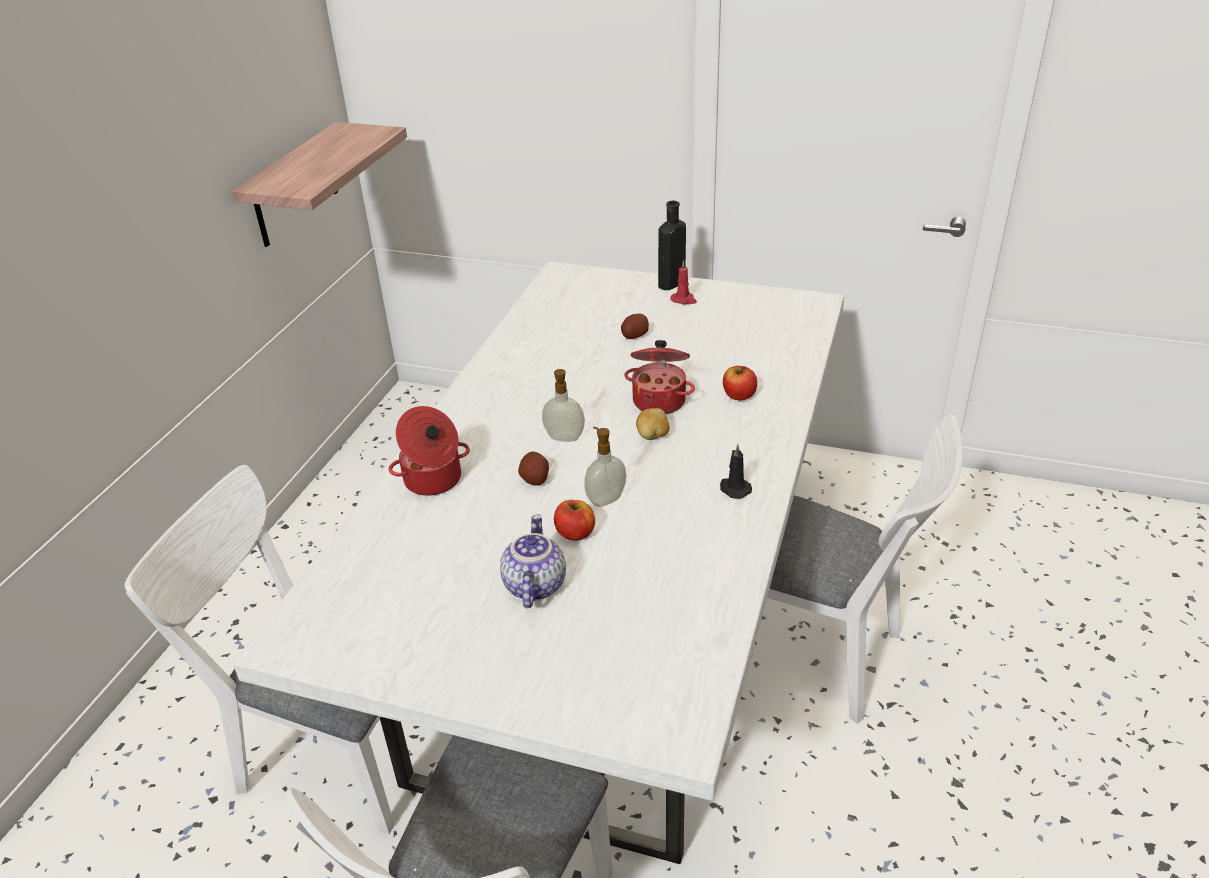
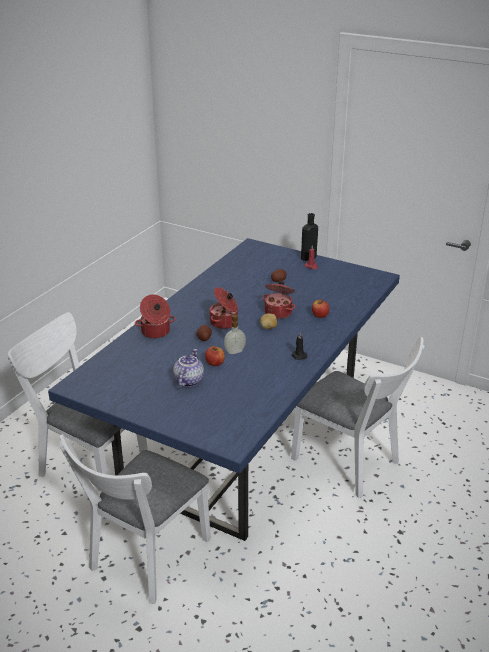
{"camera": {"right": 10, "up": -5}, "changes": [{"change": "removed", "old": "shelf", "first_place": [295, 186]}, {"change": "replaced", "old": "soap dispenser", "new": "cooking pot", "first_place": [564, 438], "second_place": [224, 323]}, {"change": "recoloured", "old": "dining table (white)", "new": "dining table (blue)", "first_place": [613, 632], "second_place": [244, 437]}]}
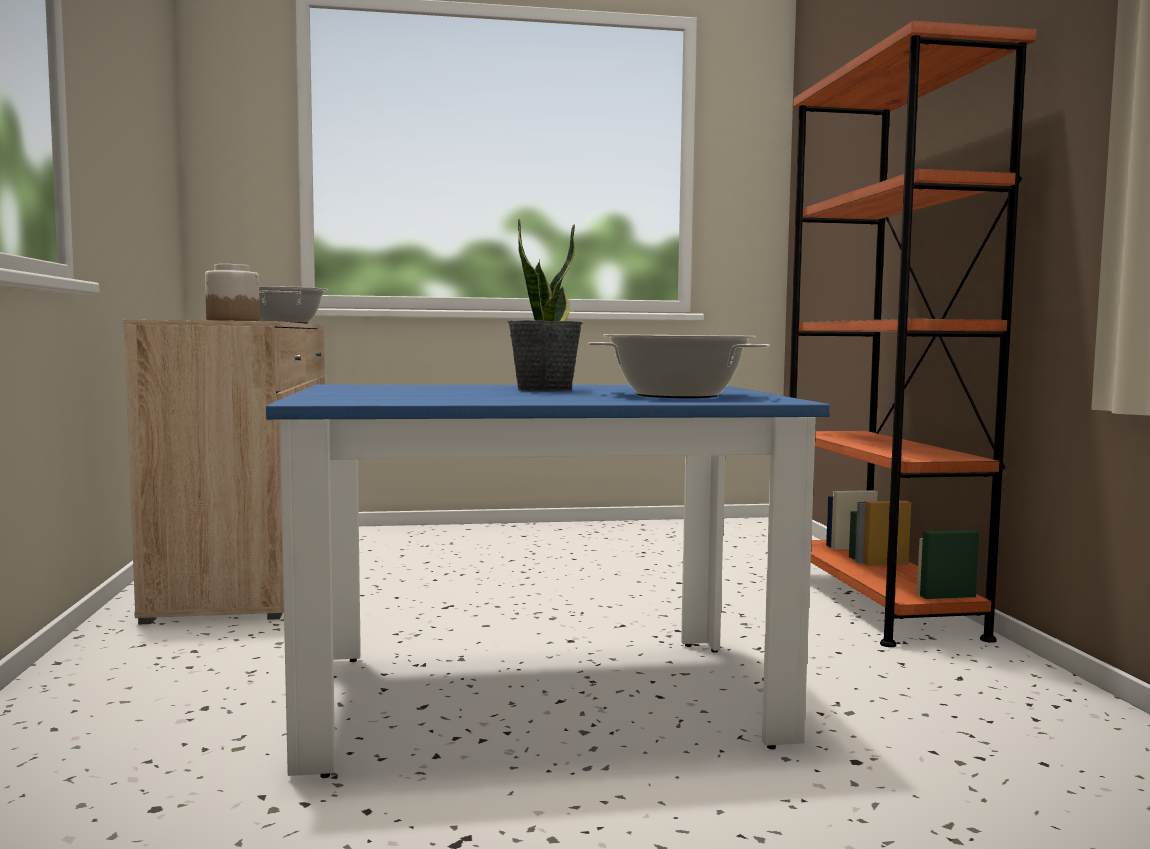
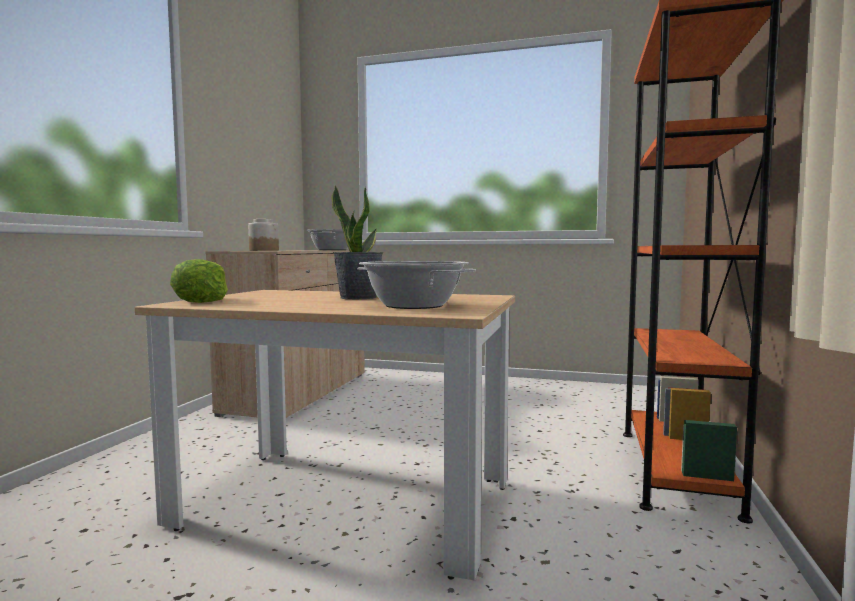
{"camera": {"right": 25, "up": 0}, "changes": [{"change": "added", "new": "lettuce", "second_place": [202, 301]}, {"change": "recoloured", "old": "dining table (blue)", "new": "dining table (beige)", "first_place": [538, 699], "second_place": [347, 503]}]}
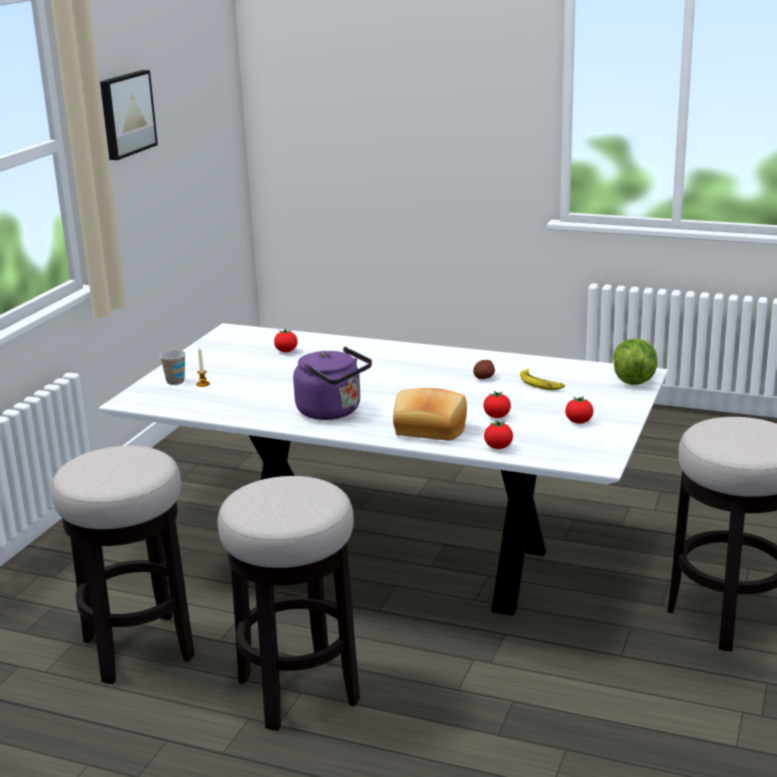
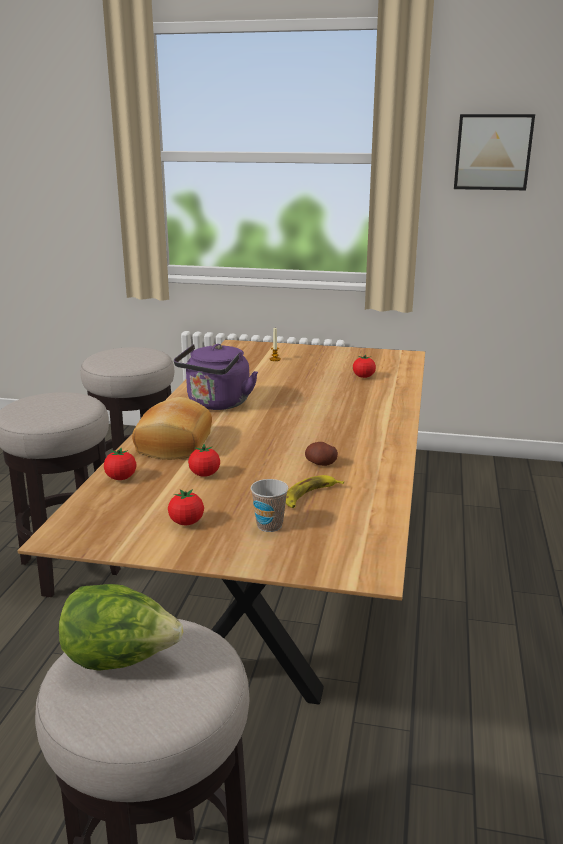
{"camera": {"right": 80, "up": 0}, "changes": [{"change": "moved", "old": "cup", "first_place": [175, 381], "second_place": [269, 525]}, {"change": "moved", "old": "lettuce", "first_place": [634, 379], "second_place": [120, 659]}, {"change": "recoloured", "old": "dining table (white)", "new": "dining table (brown)", "first_place": [394, 559], "second_place": [281, 594]}]}
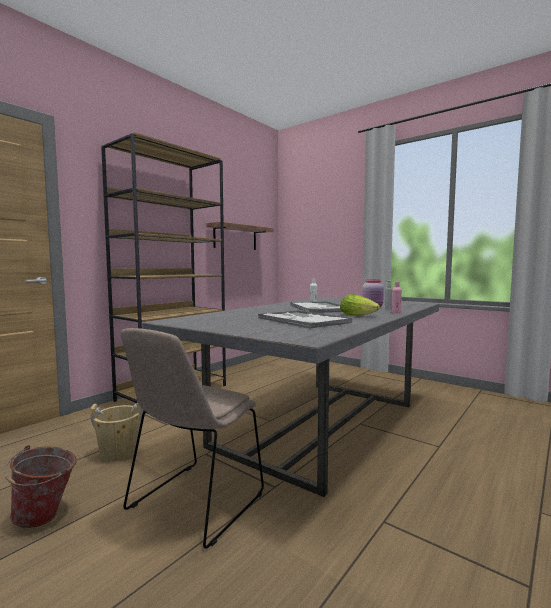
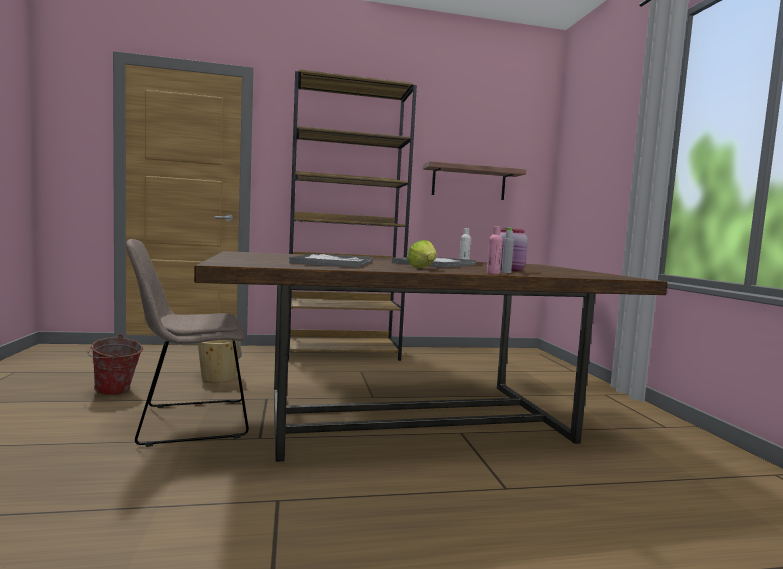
{"camera": {"right": 40, "up": 0}, "changes": [{"change": "recoloured", "old": "dining table (grey)", "new": "dining table (brown)", "first_place": [318, 425], "second_place": [410, 416]}]}
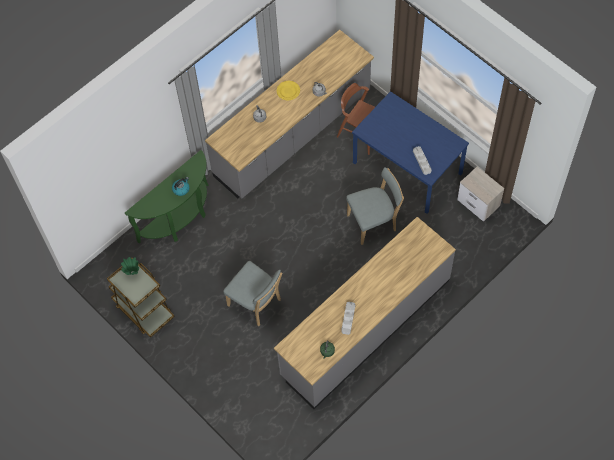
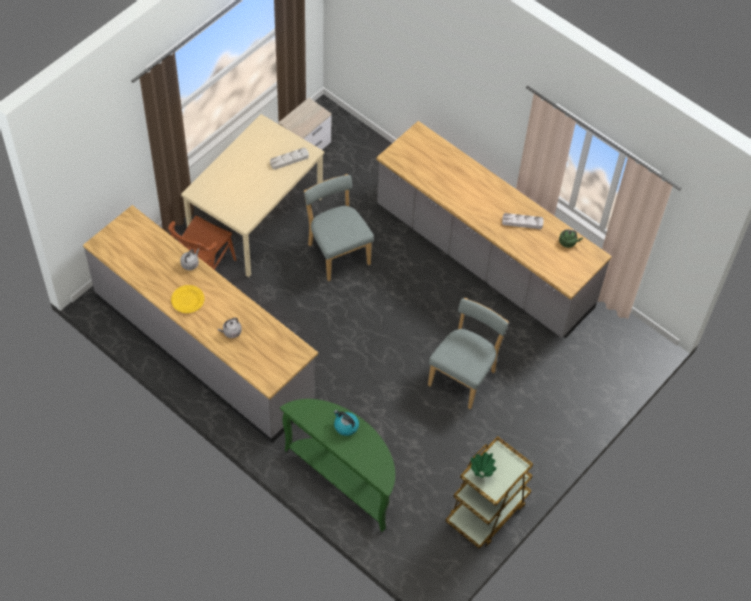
{"camera": {"right": -100, "up": -5}, "changes": [{"change": "recoloured", "old": "dining table (blue)", "new": "dining table (beige)", "first_place": [406, 168], "second_place": [256, 219]}]}
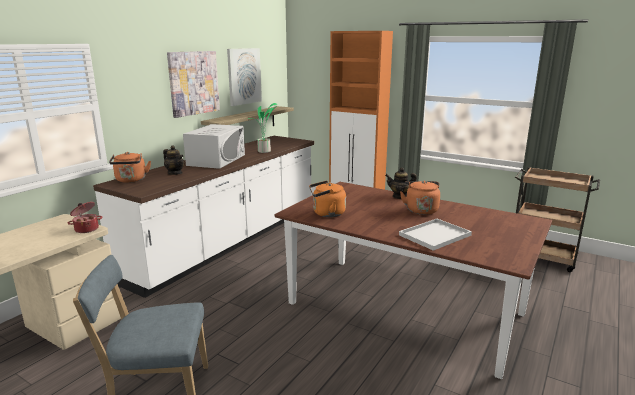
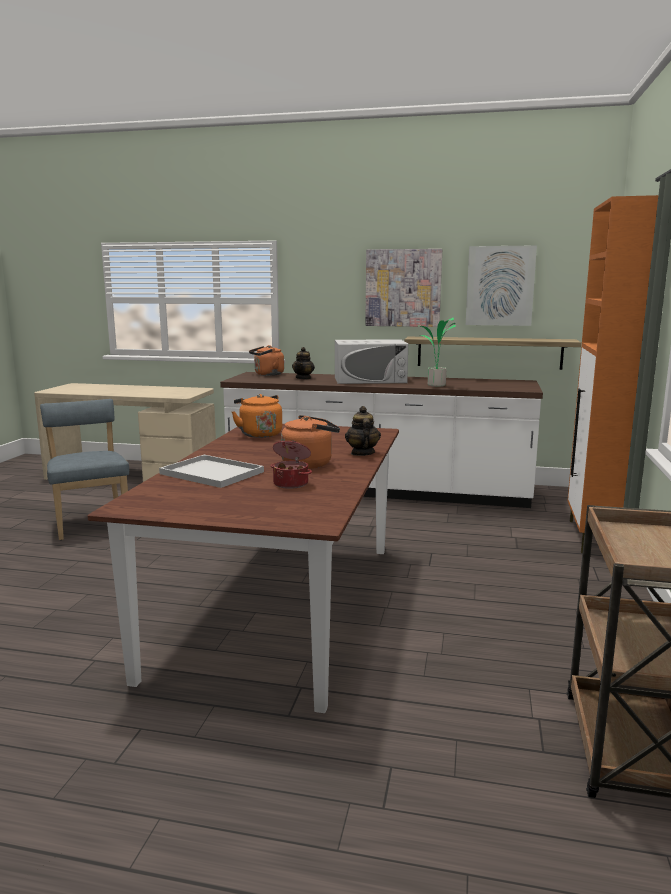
{"camera": {"right": 70, "up": -5}, "changes": [{"change": "moved", "old": "cooking pot", "first_place": [86, 229], "second_place": [291, 483]}]}
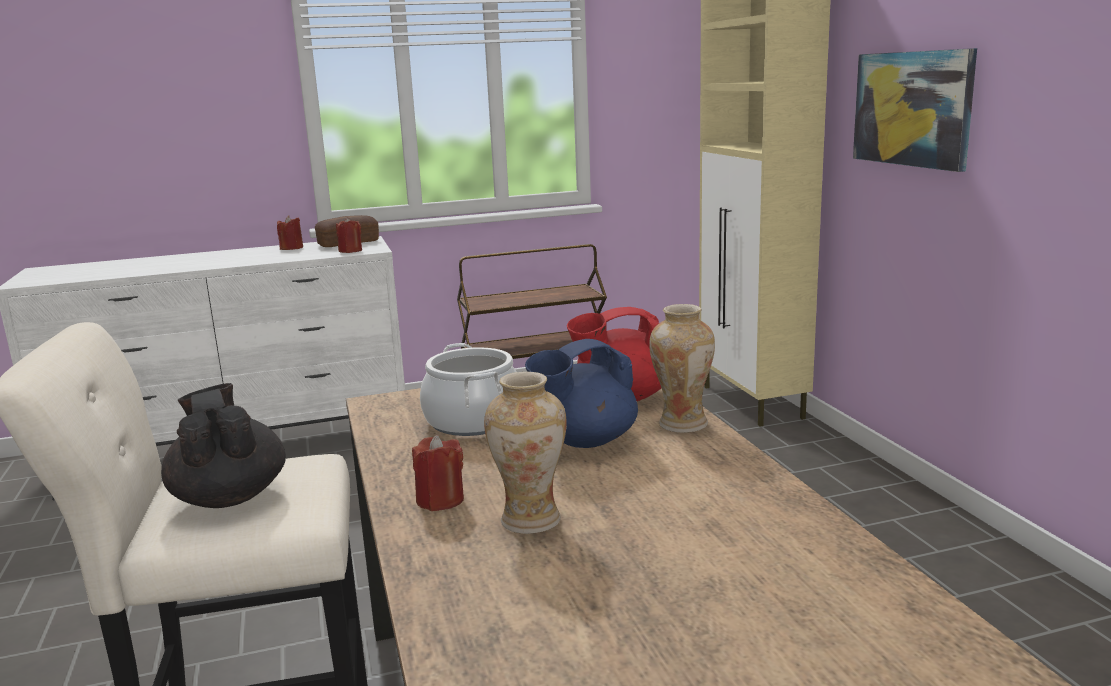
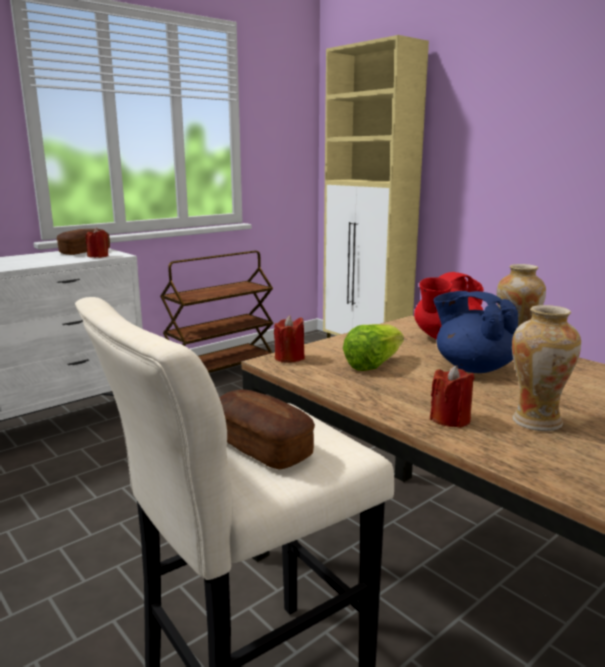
{"camera": {"right": -25, "up": 0}, "changes": [{"change": "removed", "old": "picture", "first_place": [912, 108]}, {"change": "moved", "old": "candle (red)", "first_place": [292, 248], "second_place": [289, 358]}, {"change": "replaced", "old": "teapot (black)", "new": "bread", "first_place": [229, 496], "second_place": [261, 447]}, {"change": "replaced", "old": "cooking pot", "new": "lettuce", "first_place": [473, 421], "second_place": [373, 364]}, {"change": "turned", "old": "teapot (blue)", "first_place": [583, 440], "second_place": [472, 367], "degrees": 105}]}
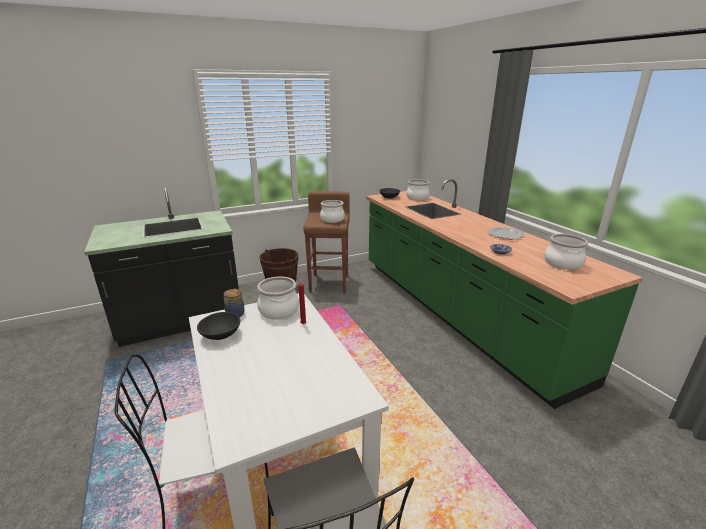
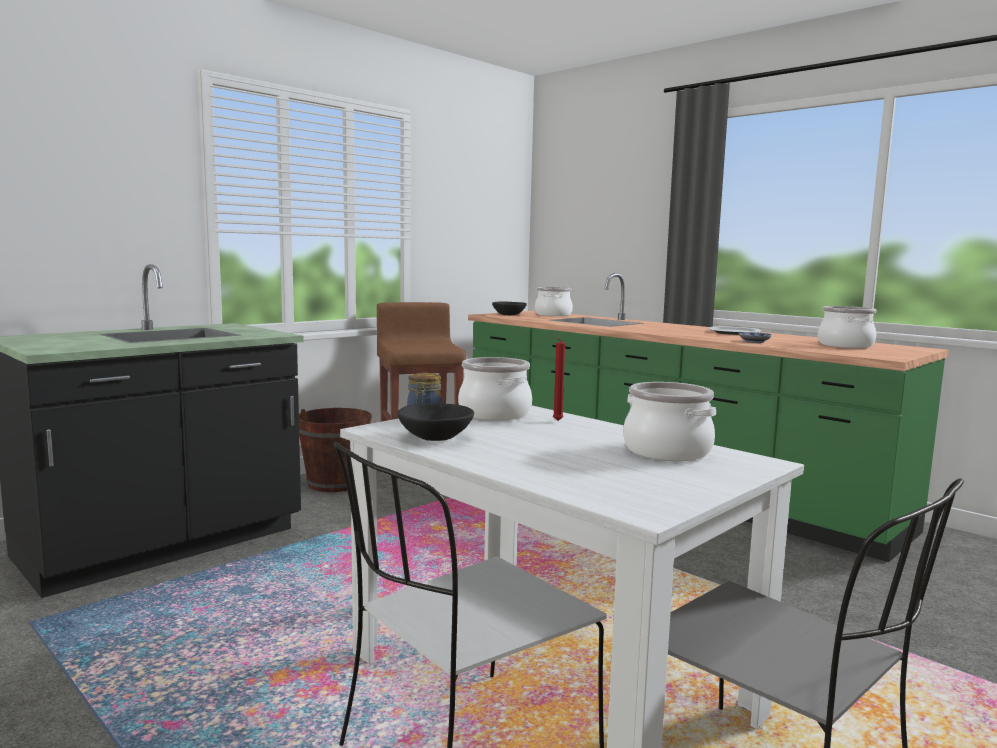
{"camera": {"right": -20, "up": -15}, "changes": [{"change": "moved", "old": "cooking pot", "first_place": [332, 219], "second_place": [667, 451]}]}
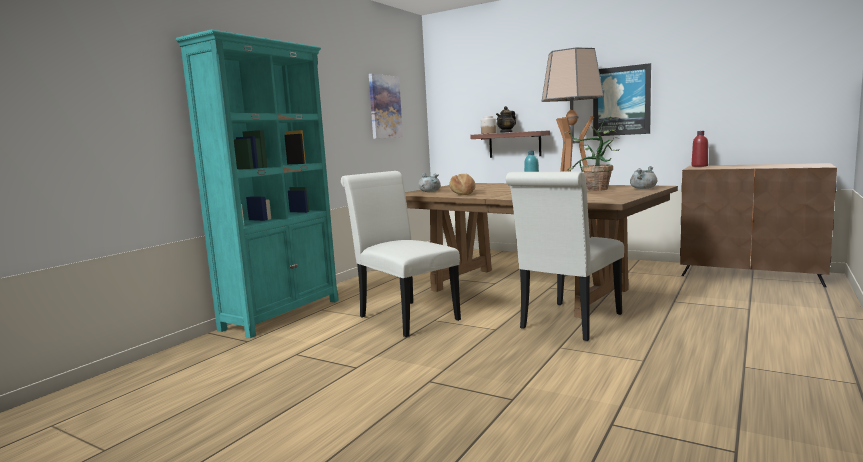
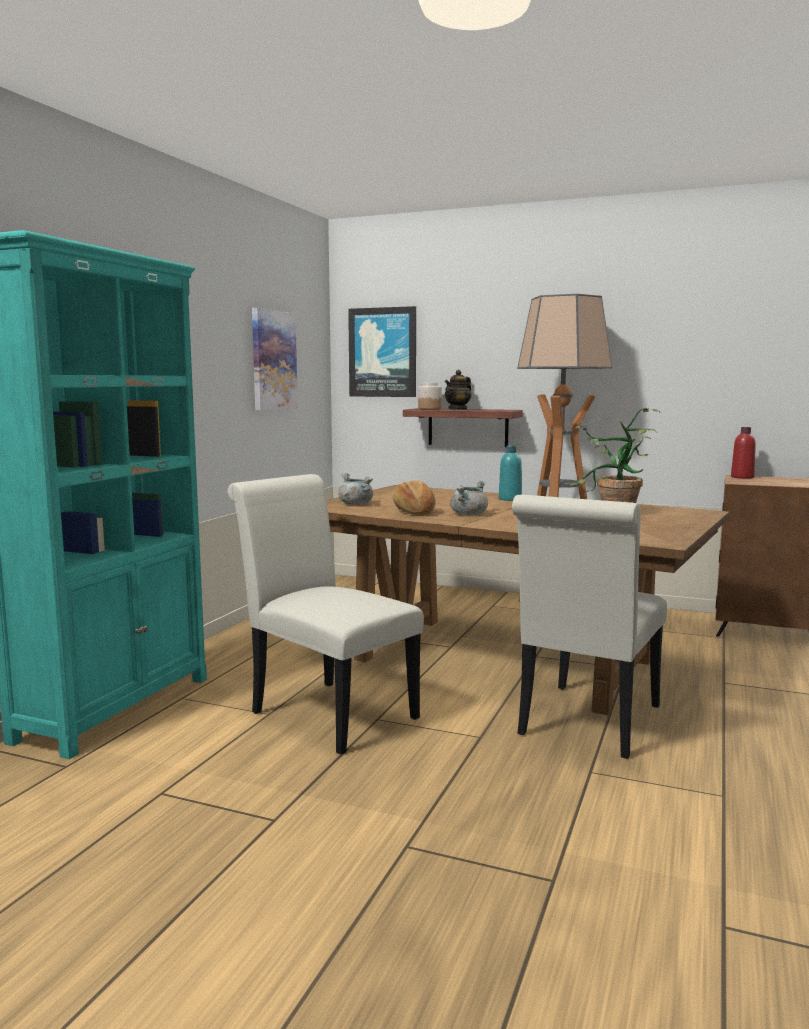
{"camera": {"right": -10, "up": 0}, "changes": [{"change": "moved", "old": "picture", "first_place": [621, 101], "second_place": [383, 352]}, {"change": "moved", "old": "cooking pot (grey)", "first_place": [643, 188], "second_place": [469, 514]}]}
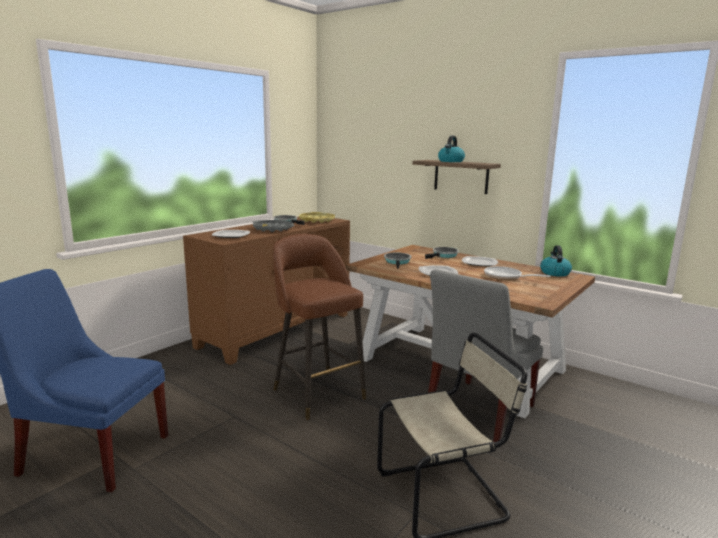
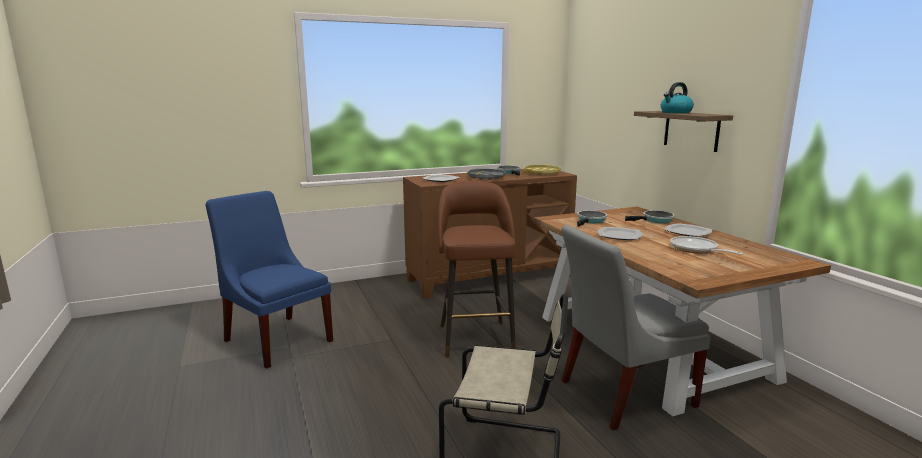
{"camera": {"right": 30, "up": 0}, "changes": [{"change": "removed", "old": "kettle", "first_place": [554, 273]}]}
